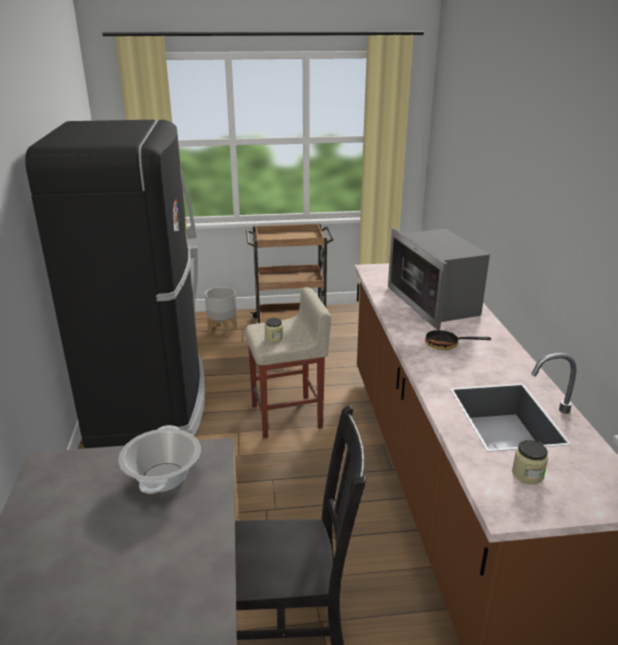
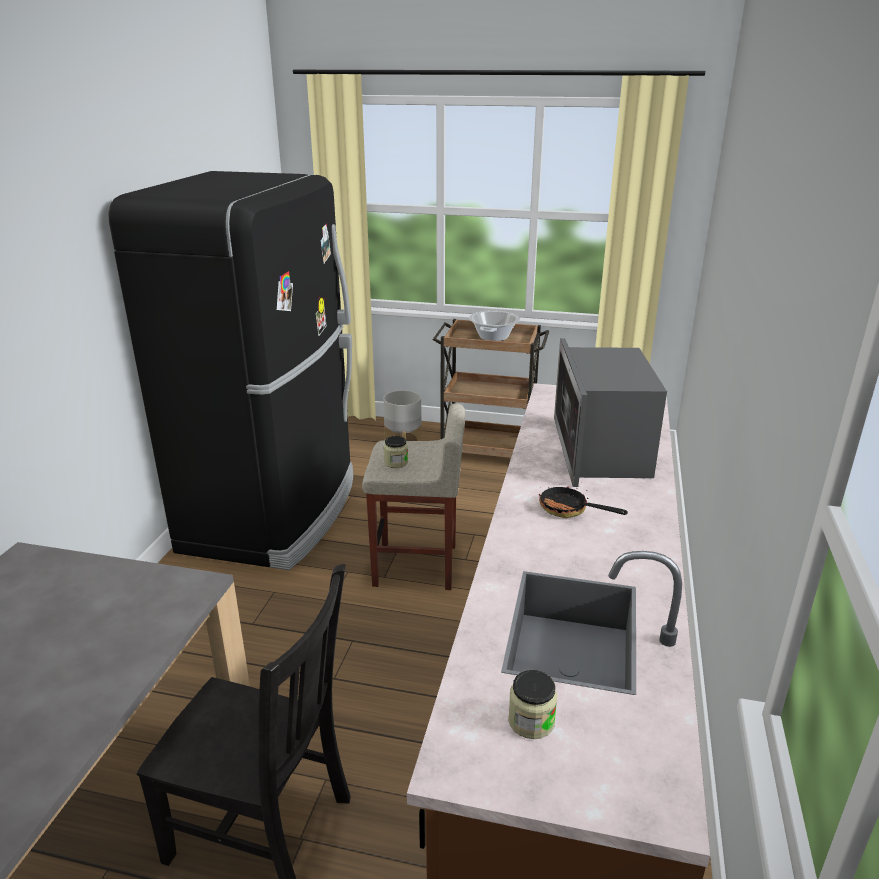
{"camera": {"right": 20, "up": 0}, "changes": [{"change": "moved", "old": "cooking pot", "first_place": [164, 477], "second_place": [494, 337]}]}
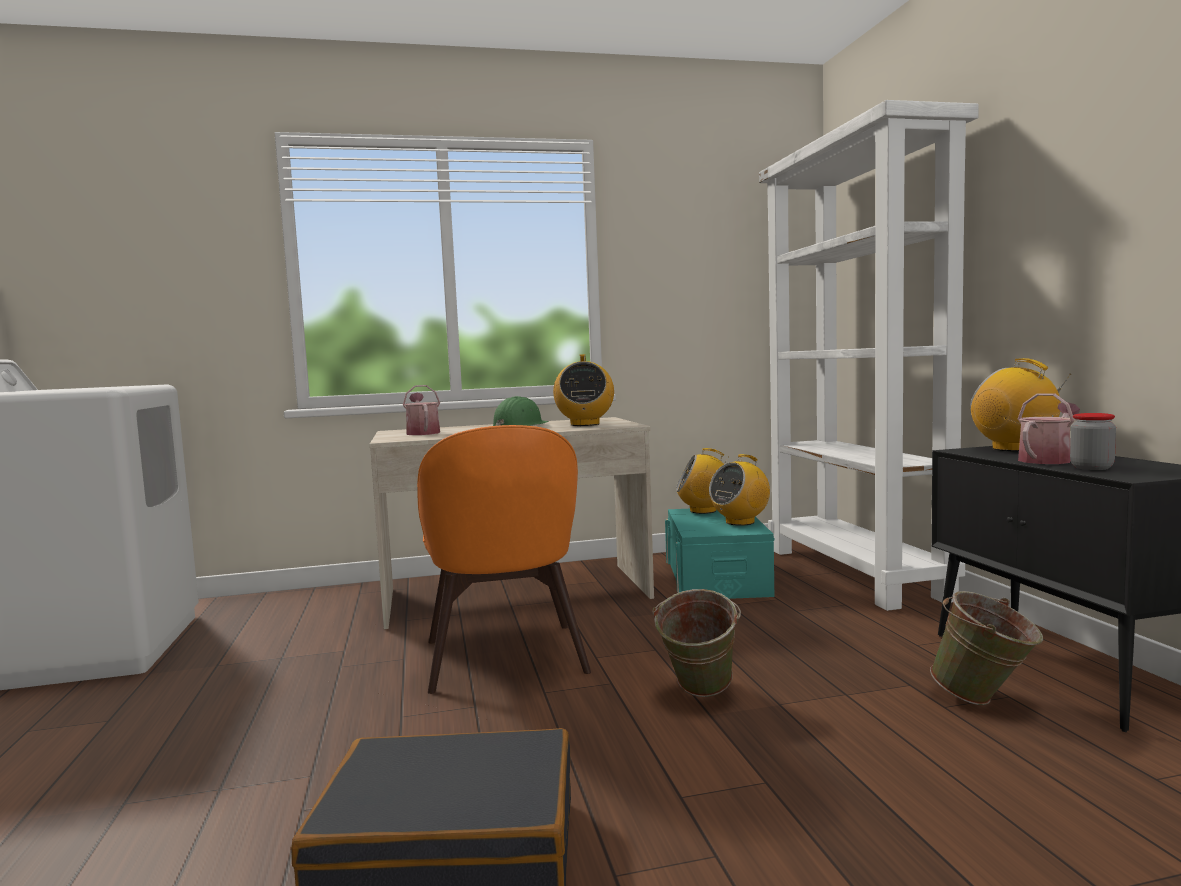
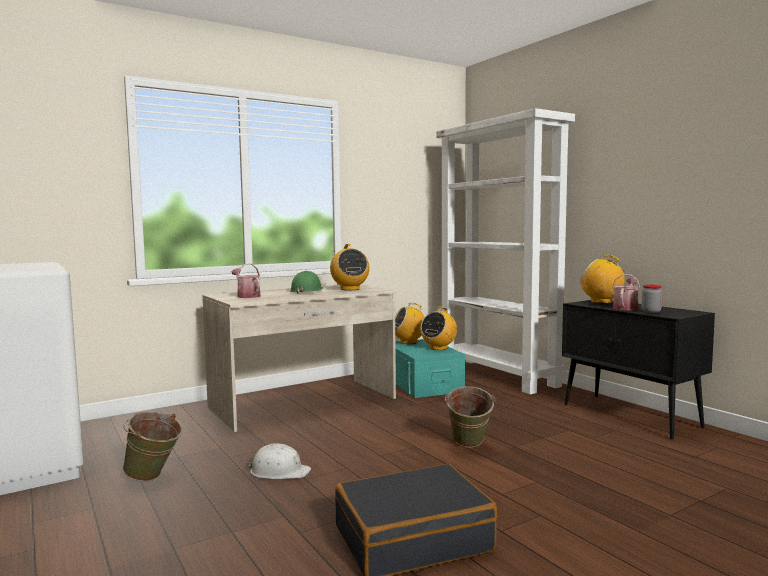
{"camera": {"right": -20, "up": 0}, "changes": [{"change": "removed", "old": "chair (orange)", "first_place": [505, 660]}, {"change": "added", "new": "hard hat (white)", "second_place": [279, 471]}, {"change": "moved", "old": "bucket (green)", "first_place": [985, 701], "second_place": [154, 478]}]}
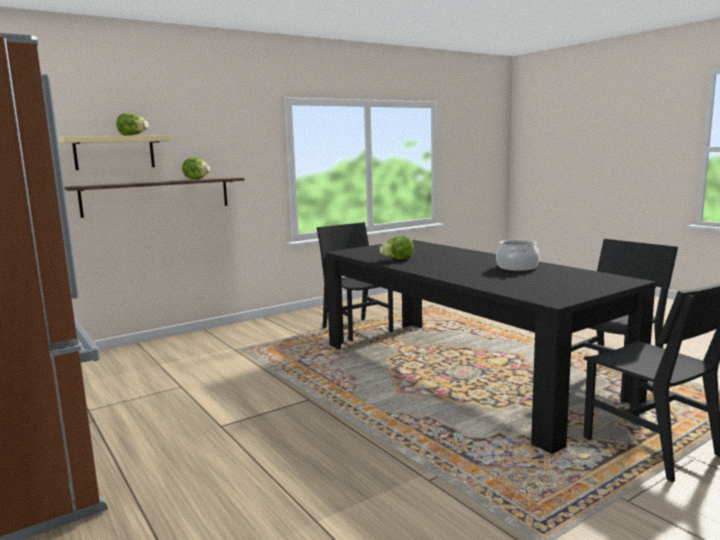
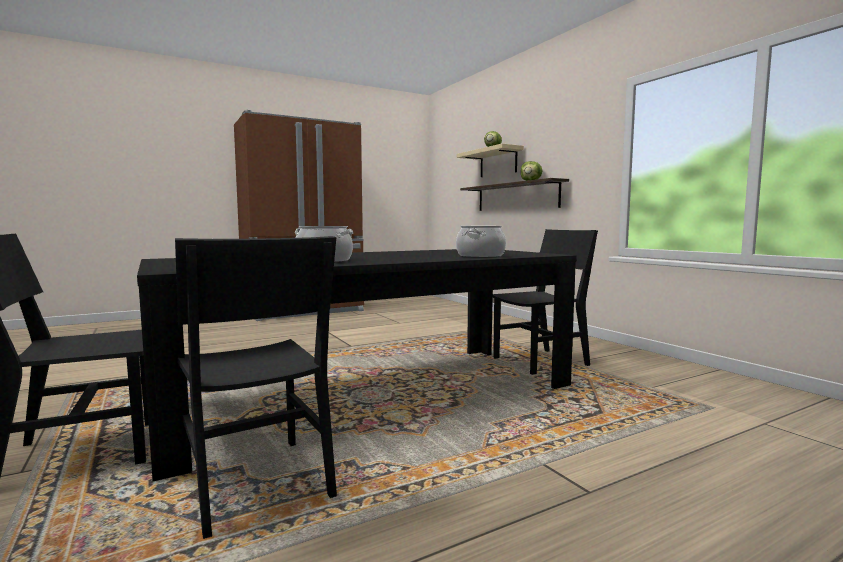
{"camera": {"right": 95, "up": -5}, "changes": [{"change": "removed", "old": "lettuce", "first_place": [397, 259]}, {"change": "added", "new": "cooking pot", "second_place": [481, 256]}]}
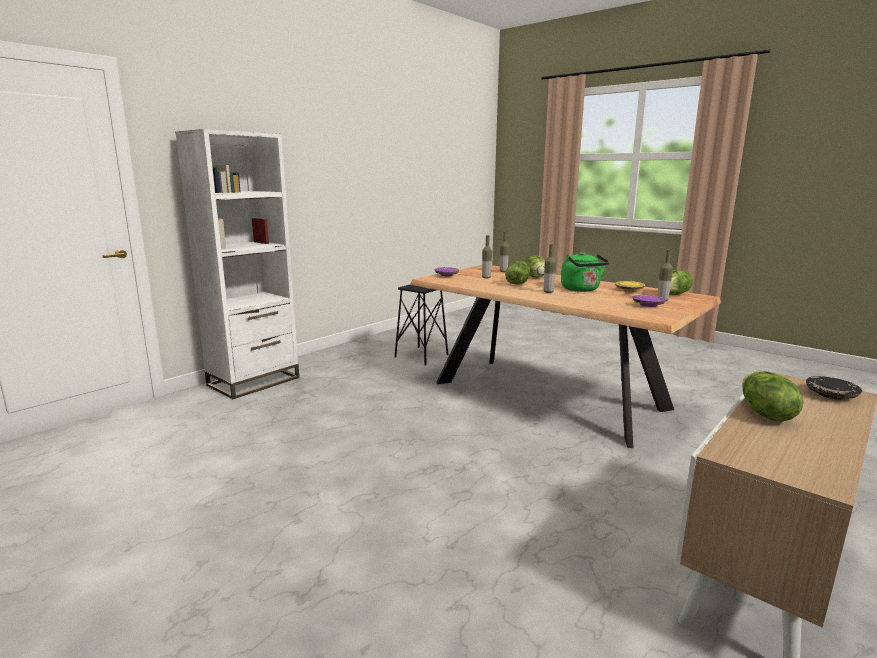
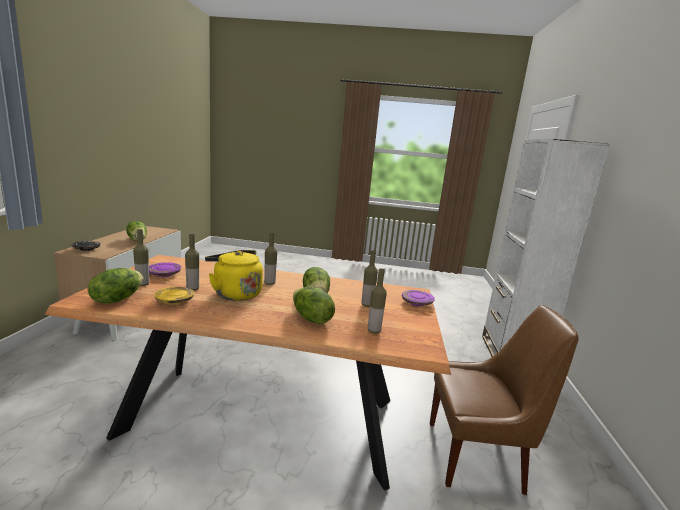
{"camera": {"right": 145, "up": 0}, "changes": [{"change": "added", "new": "bottle", "second_place": [192, 289]}, {"change": "replaced", "old": "stool (black)", "new": "chair (brown)", "first_place": [421, 356], "second_place": [478, 456]}, {"change": "recoloured", "old": "kettle (green)", "new": "kettle (yellow)", "first_place": [582, 289], "second_place": [235, 293]}]}
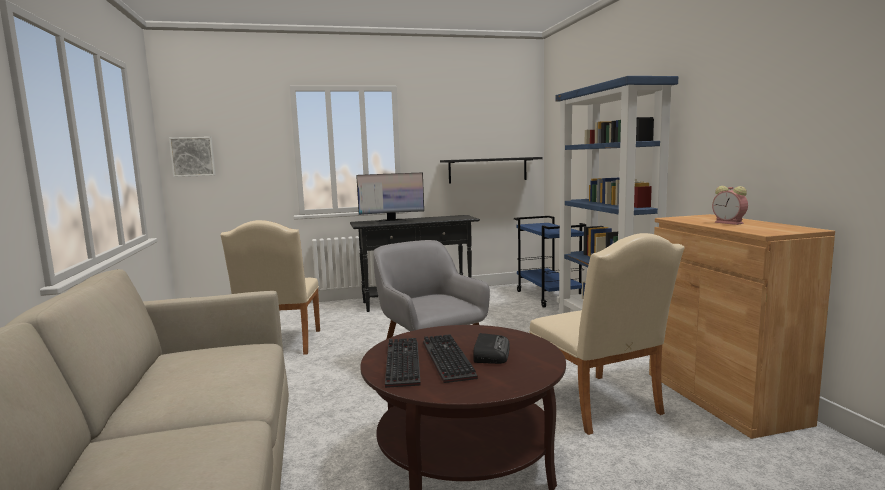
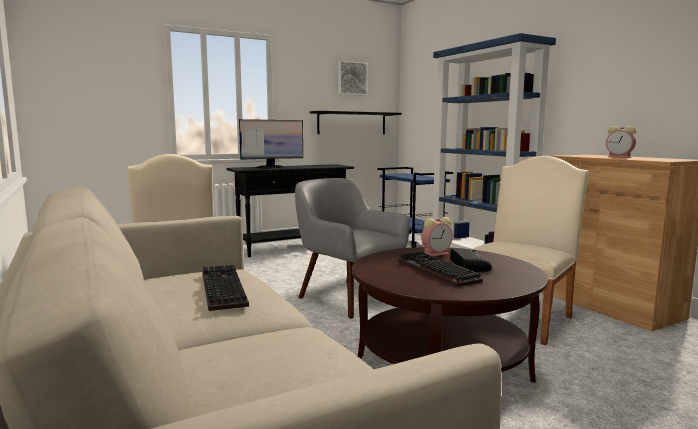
{"camera": {"right": -15, "up": 0}, "changes": [{"change": "added", "new": "alarm clock", "second_place": [436, 253]}, {"change": "moved", "old": "picture", "first_place": [193, 156], "second_place": [352, 78]}, {"change": "moved", "old": "keyboard", "first_place": [400, 363], "second_place": [220, 289]}, {"change": "turned", "old": "chair (beige)", "first_place": [599, 406], "second_place": [521, 318], "degrees": -105}]}
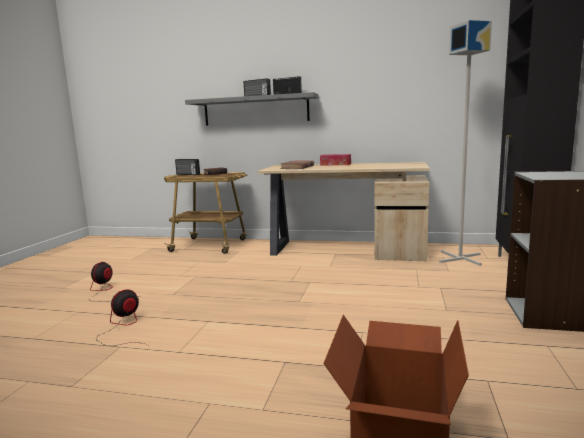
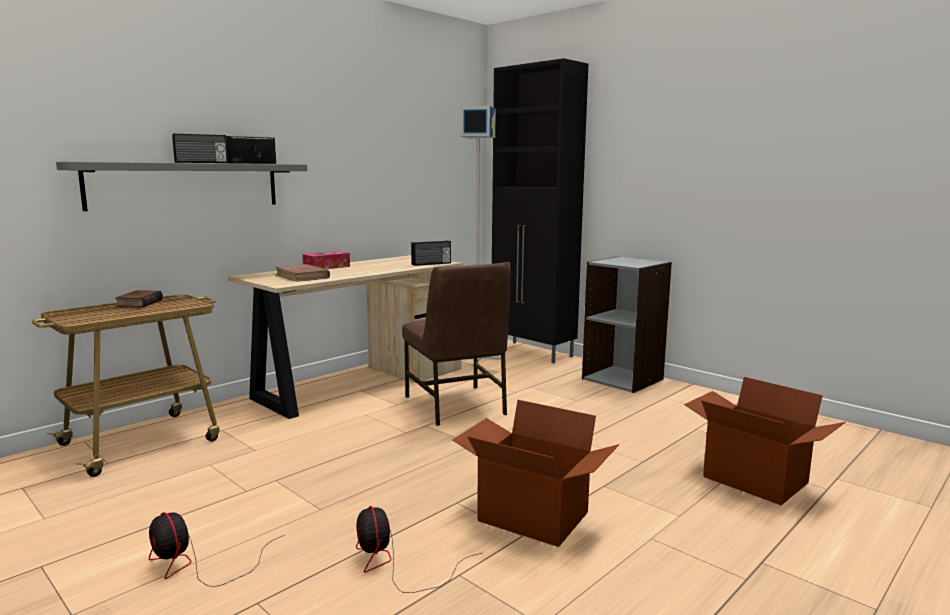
{"camera": {"right": -60, "up": 0}, "changes": [{"change": "added", "new": "chair (brown)", "second_place": [456, 405]}, {"change": "added", "new": "cardboard box", "second_place": [532, 517]}, {"change": "moved", "old": "radio", "first_place": [187, 174], "second_place": [431, 264]}]}
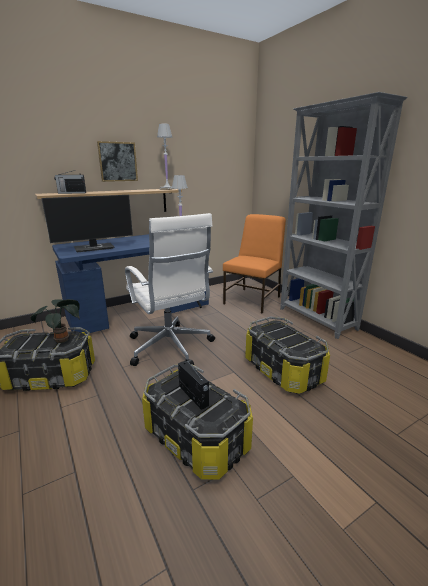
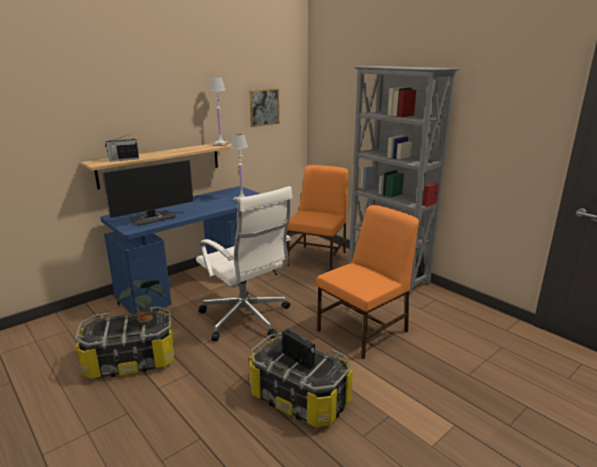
{"camera": {"right": -10, "up": 0}, "changes": [{"change": "moved", "old": "picture", "first_place": [117, 161], "second_place": [264, 107]}, {"change": "replaced", "old": "storage box", "new": "chair (orange)", "first_place": [283, 370], "second_place": [364, 330]}]}
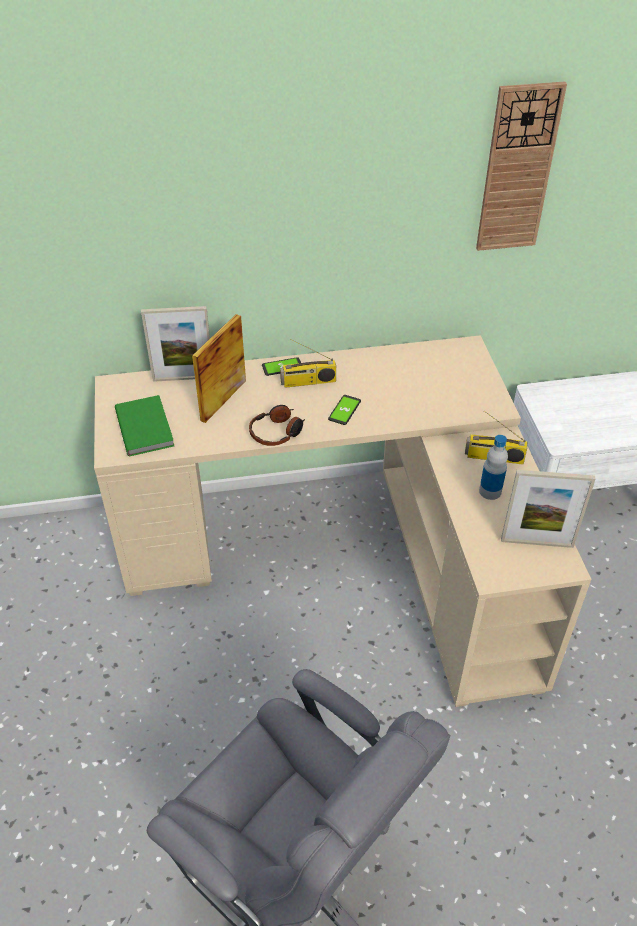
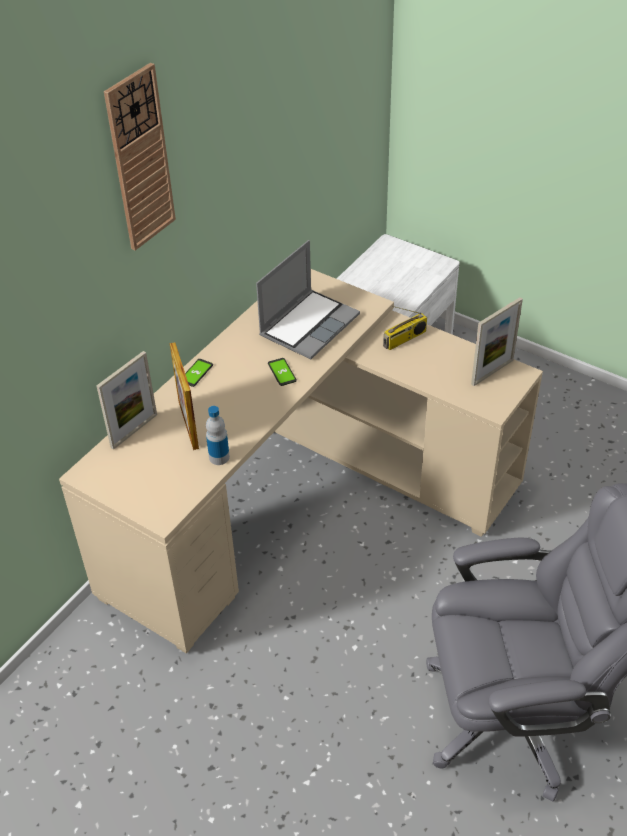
{"camera": {"right": -45, "up": 0}, "changes": [{"change": "removed", "old": "book (green)", "first_place": [146, 427]}, {"change": "removed", "old": "headphones", "first_place": [277, 432]}, {"change": "removed", "old": "radio", "first_place": [308, 382]}, {"change": "added", "new": "laptop", "second_place": [309, 325]}, {"change": "moved", "old": "wall clock", "first_place": [517, 170], "second_place": [140, 159]}, {"change": "moved", "old": "bottle", "first_place": [490, 491], "second_place": [219, 457]}]}
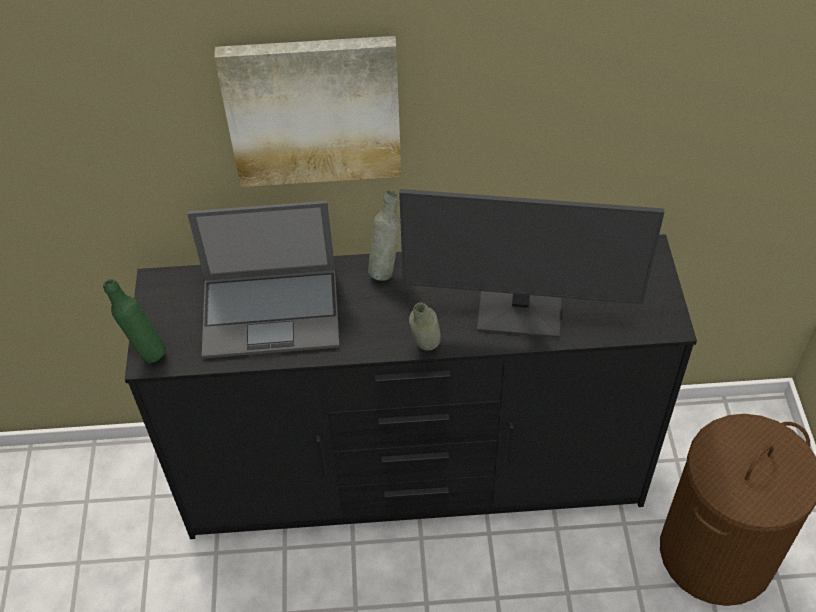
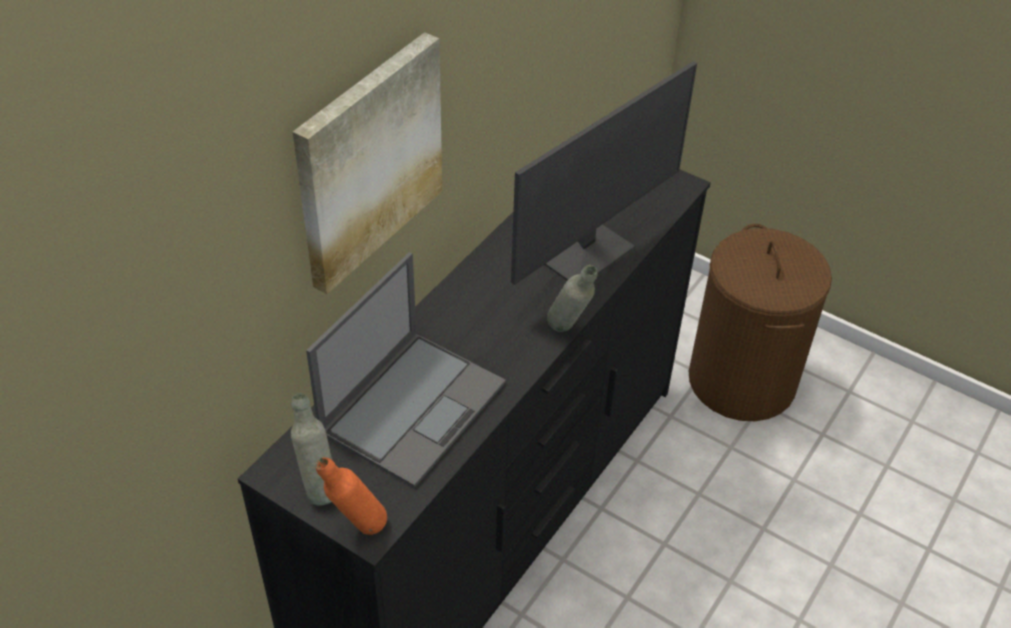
{"camera": {"right": -55, "up": -5}, "changes": [{"change": "moved", "old": "bottle (grey)", "first_place": [385, 268], "second_place": [318, 487]}, {"change": "recoloured", "old": "bottle (green)", "new": "bottle (orange)", "first_place": [145, 351], "second_place": [357, 529]}]}
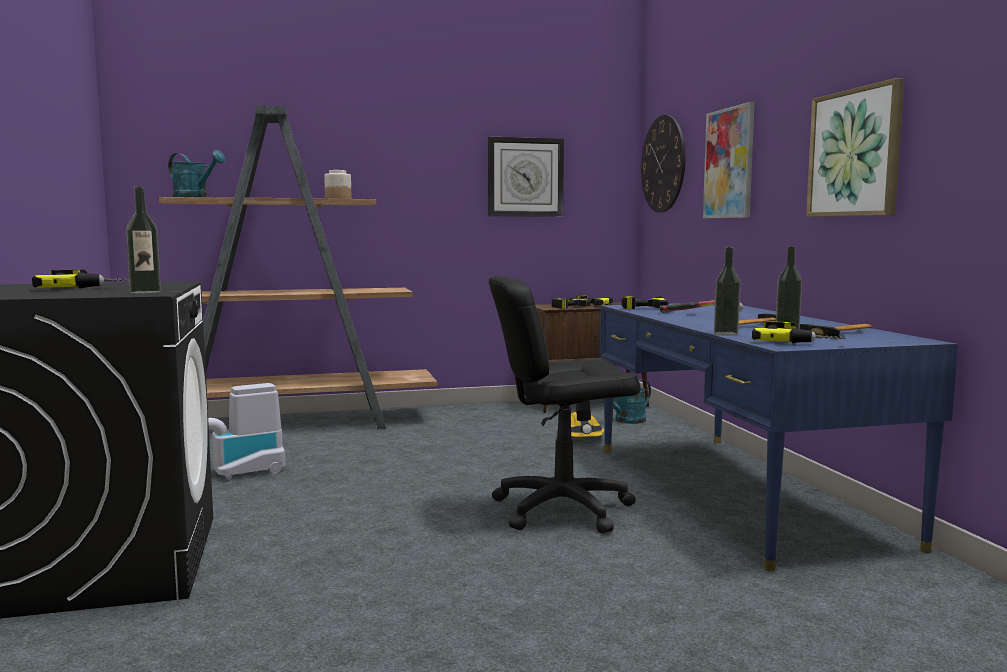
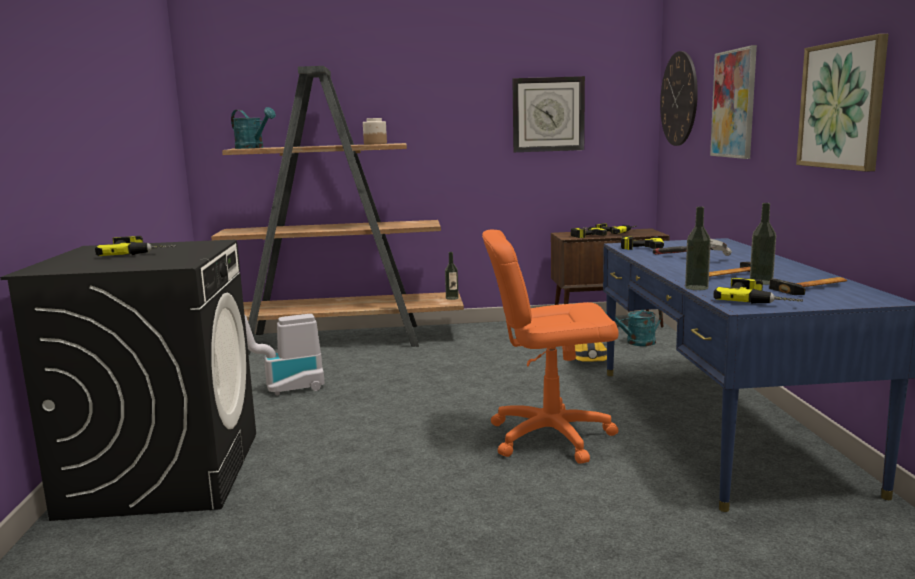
{"camera": {"right": 10, "up": 5}, "changes": [{"change": "moved", "old": "bottle", "first_place": [145, 292], "second_place": [452, 298]}, {"change": "recoloured", "old": "office chair (black)", "new": "office chair (orange)", "first_place": [562, 509], "second_place": [550, 436]}]}
